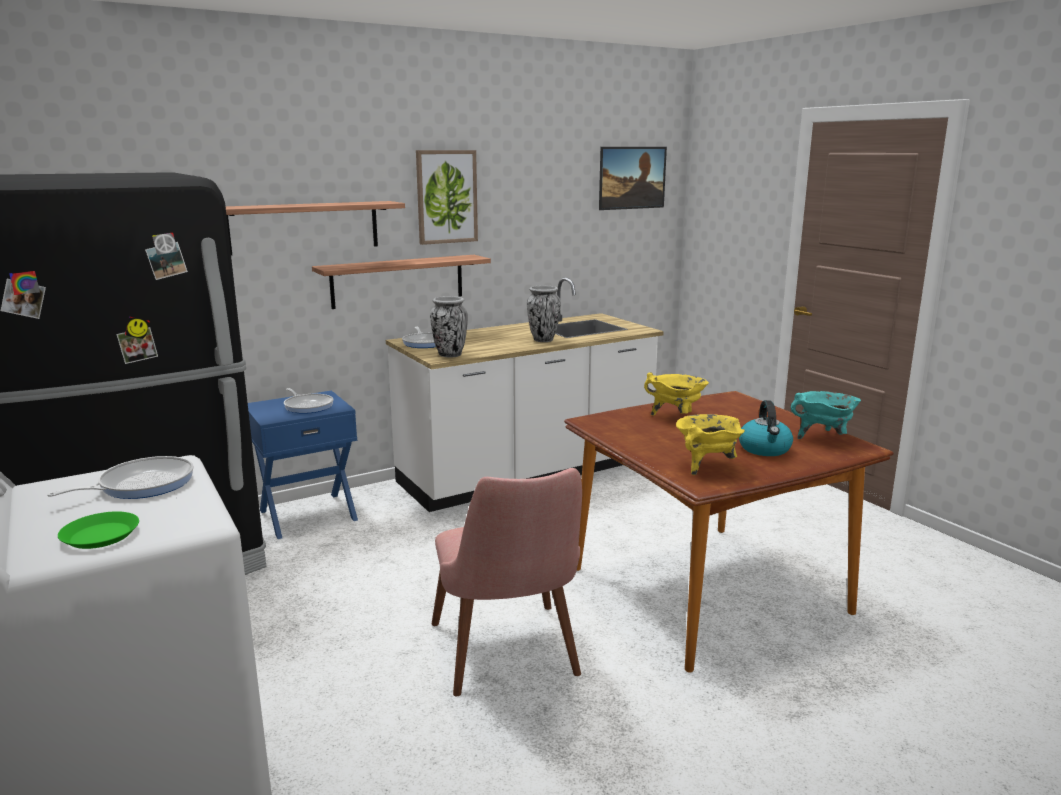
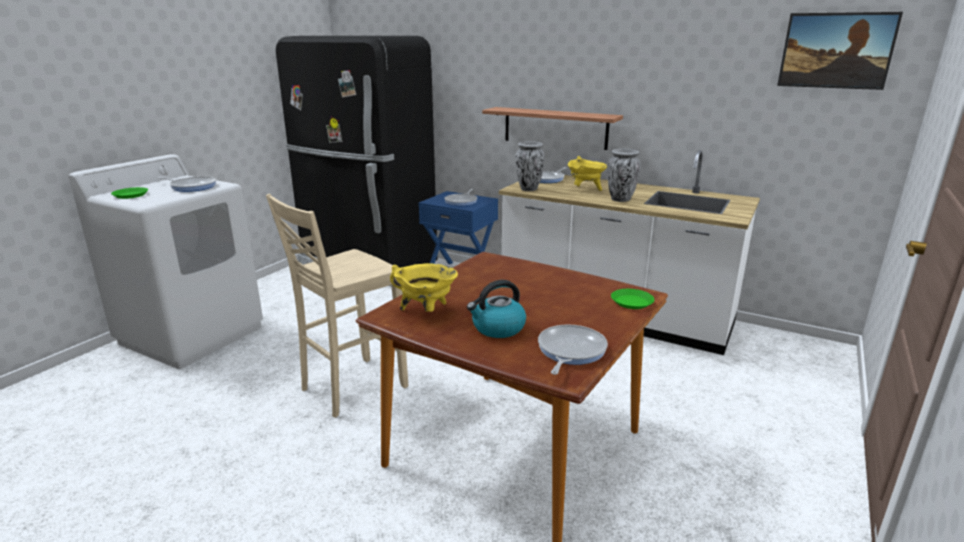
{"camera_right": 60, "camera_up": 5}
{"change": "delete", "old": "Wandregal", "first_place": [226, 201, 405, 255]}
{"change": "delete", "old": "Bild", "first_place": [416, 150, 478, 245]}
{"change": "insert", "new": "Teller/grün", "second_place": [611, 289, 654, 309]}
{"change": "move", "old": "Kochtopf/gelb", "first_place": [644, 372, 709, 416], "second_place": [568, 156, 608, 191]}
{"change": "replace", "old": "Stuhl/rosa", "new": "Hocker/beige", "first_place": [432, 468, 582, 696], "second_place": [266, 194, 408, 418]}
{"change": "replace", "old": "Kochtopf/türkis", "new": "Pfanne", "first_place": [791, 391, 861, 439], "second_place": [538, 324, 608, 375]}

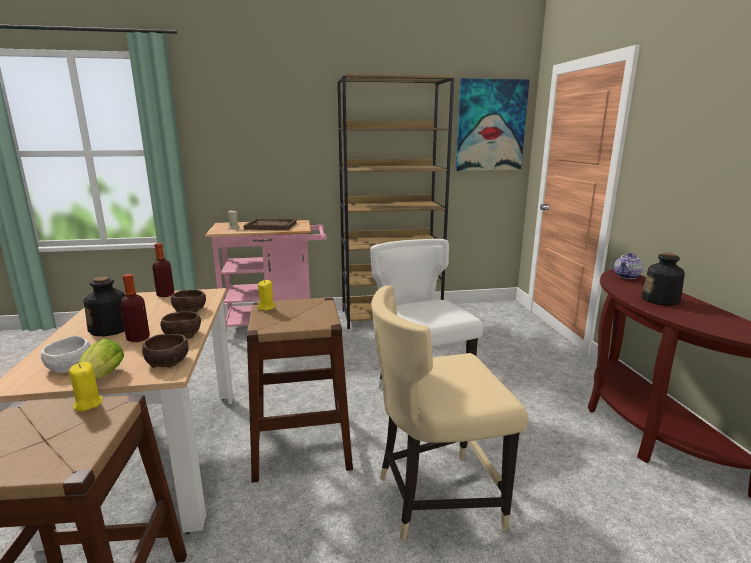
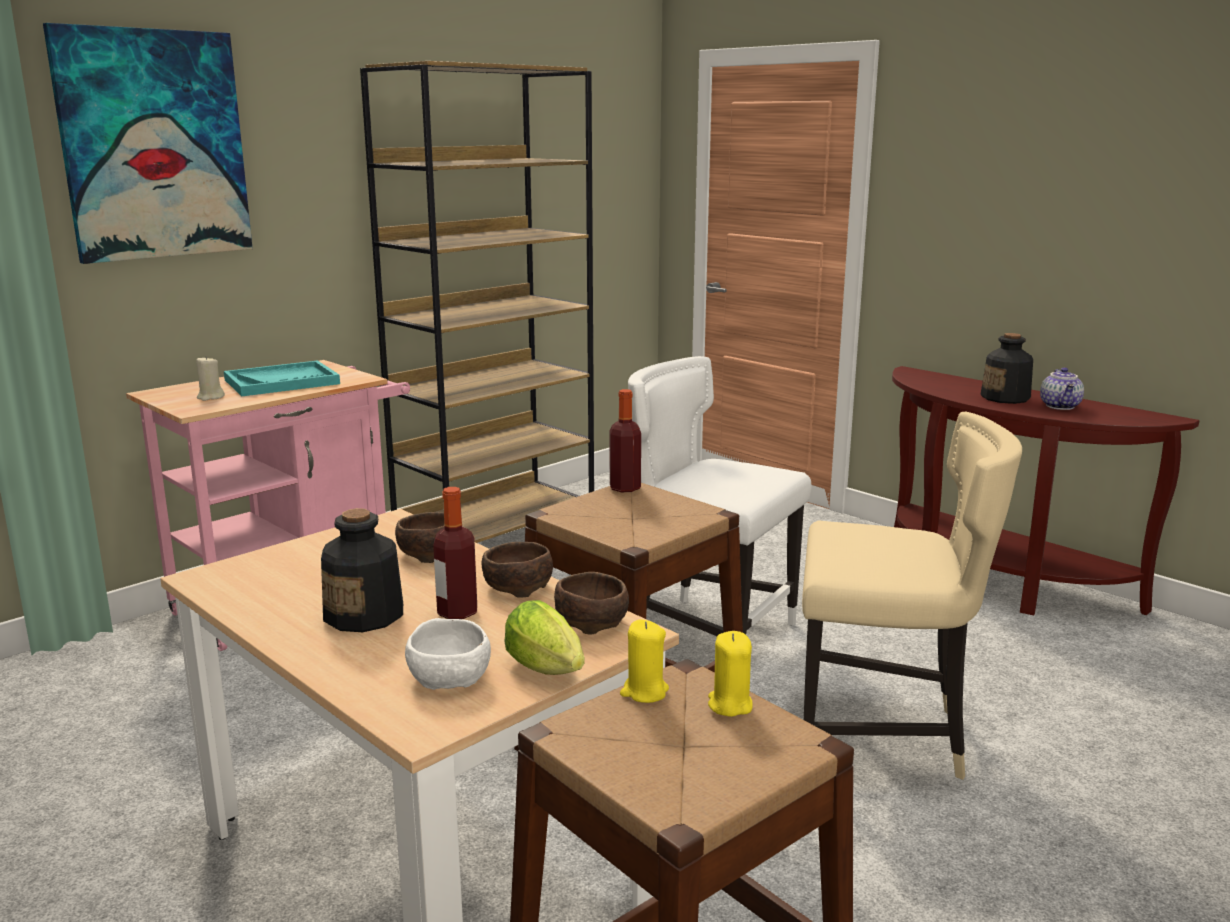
{"camera_right": -35, "camera_up": 0}
{"change": "move", "old": "Flasche", "first_place": [152, 243, 175, 297], "second_place": [610, 389, 641, 492]}
{"change": "move", "old": "Kerze/gelb", "first_place": [257, 280, 275, 311], "second_place": [708, 631, 753, 717]}
{"change": "move", "old": "Bild", "first_place": [456, 78, 530, 171], "second_place": [43, 23, 253, 264]}
{"change": "move", "old": "Teekanne", "first_place": [614, 253, 643, 279], "second_place": [1040, 367, 1084, 410]}
{"change": "recolor", "old": "Tablett/braun", "new": "Tablett/türkis", "first_place": [244, 219, 297, 230], "second_place": [224, 360, 340, 396]}
{"change": "rotate", "old": "Stuhl/beige", "first_place": [371, 286, 528, 540], "second_place": [802, 412, 1022, 780], "degrees": -120}

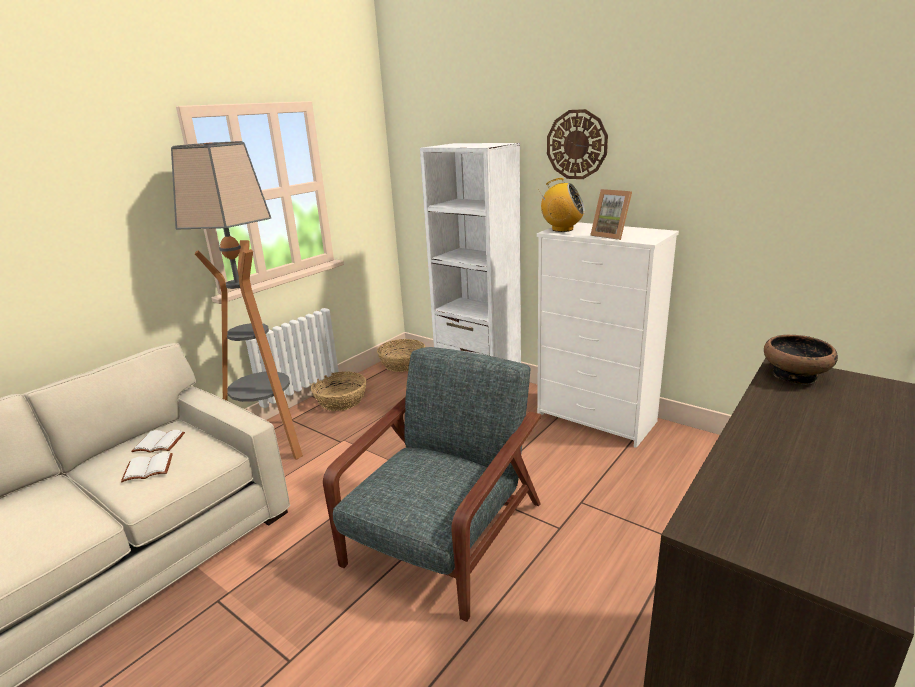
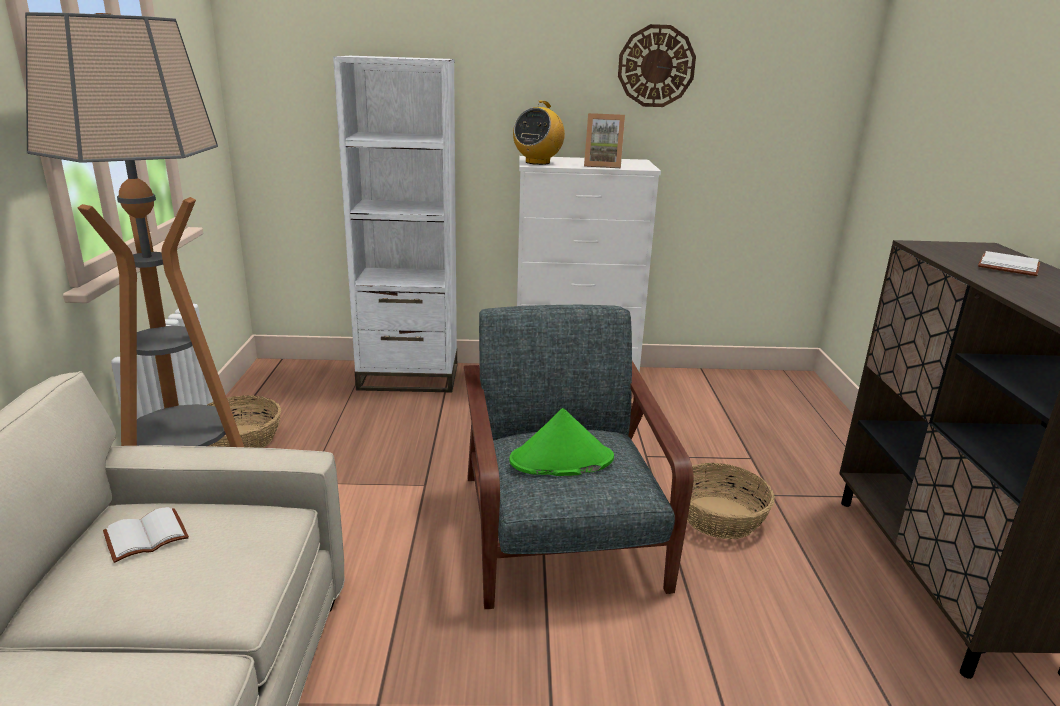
{"camera_right": -40, "camera_up": 0}
{"change": "delete", "old": "Schüssel", "first_place": [764, 335, 838, 385]}
{"change": "insert", "new": "Hut/grün", "second_place": [509, 408, 614, 476]}
{"change": "move", "old": "Buch/weiß", "first_place": [121, 452, 173, 482], "second_place": [978, 251, 1040, 276]}
{"change": "move", "old": "Korb", "first_place": [377, 339, 425, 372], "second_place": [687, 463, 775, 539]}
{"change": "move", "old": "Wanduhr", "first_place": [547, 109, 608, 179], "second_place": [618, 24, 696, 107]}
{"change": "rotate", "old": "Radio", "first_place": [539, 178, 585, 232], "second_place": [513, 101, 565, 165], "degrees": 135}

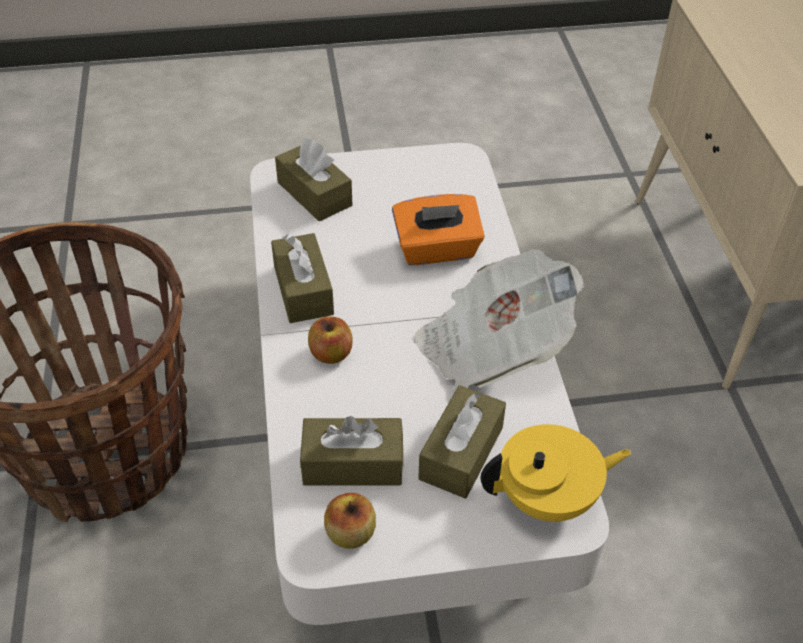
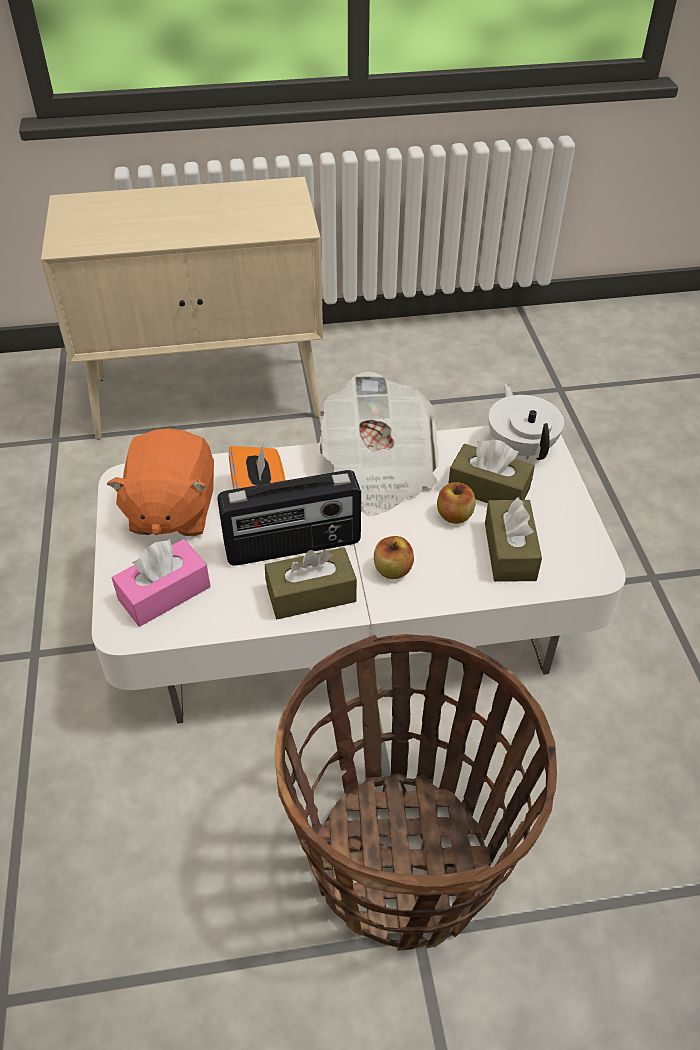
{"camera_right": -90, "camera_up": 0}
{"change": "insert", "new": "Plüschtier/orange", "second_place": [107, 428, 214, 536]}
{"change": "insert", "new": "Radio", "second_place": [217, 470, 361, 566]}
{"change": "move", "old": "Apfel", "first_place": [324, 493, 376, 549], "second_place": [437, 482, 476, 524]}
{"change": "recolor", "old": "Taschentuchbox/braun", "new": "Taschentuchbox/rosa", "first_place": [275, 138, 352, 222], "second_place": [112, 539, 211, 627]}
{"change": "recolor", "old": "Teekanne/gelb", "new": "Teekanne/weiß", "first_place": [480, 424, 632, 522], "second_place": [488, 383, 564, 460]}

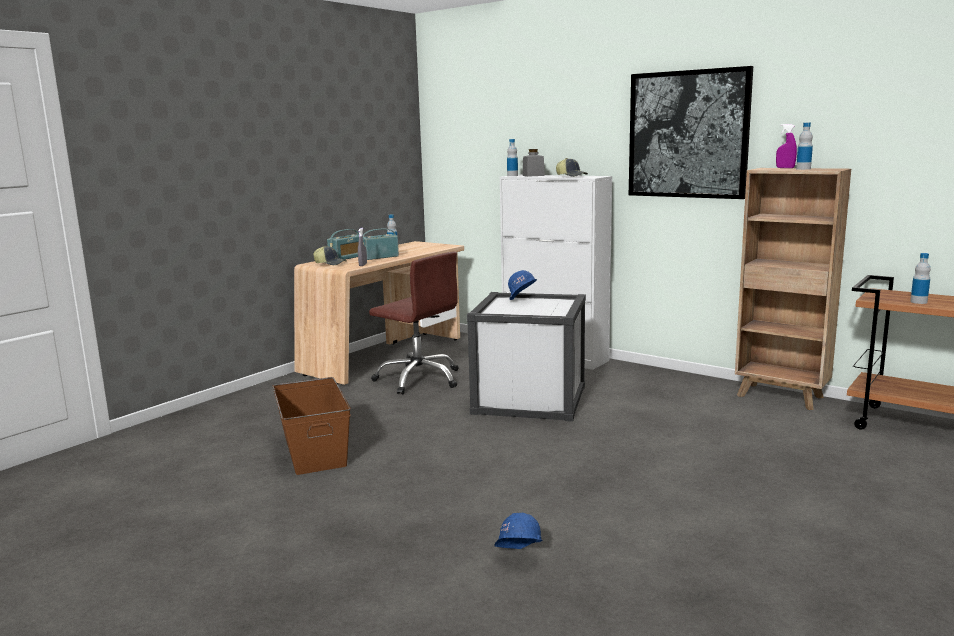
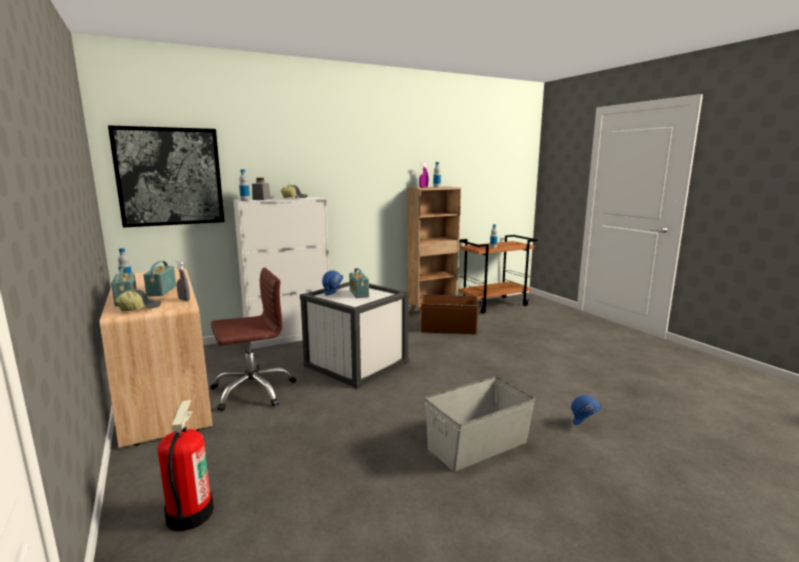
{"camera_right": -65, "camera_up": 0}
{"change": "insert", "new": "Feuerlöscher", "second_place": [158, 400, 214, 531]}
{"change": "insert", "new": "Radio", "second_place": [349, 268, 369, 298]}
{"change": "insert", "new": "Aufbewahrungsbox/grau", "second_place": [425, 377, 535, 472]}
{"change": "move", "old": "Aufbewahrungsbox/braun", "first_place": [272, 377, 351, 475], "second_place": [421, 294, 479, 334]}
{"change": "move", "old": "Bild", "first_place": [629, 66, 753, 199], "second_place": [108, 125, 225, 228]}

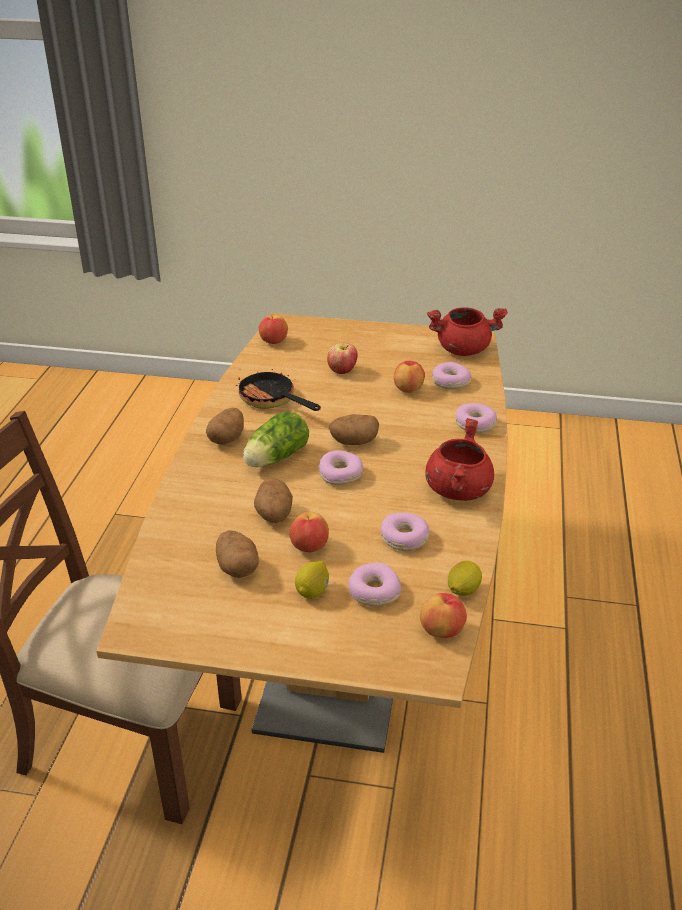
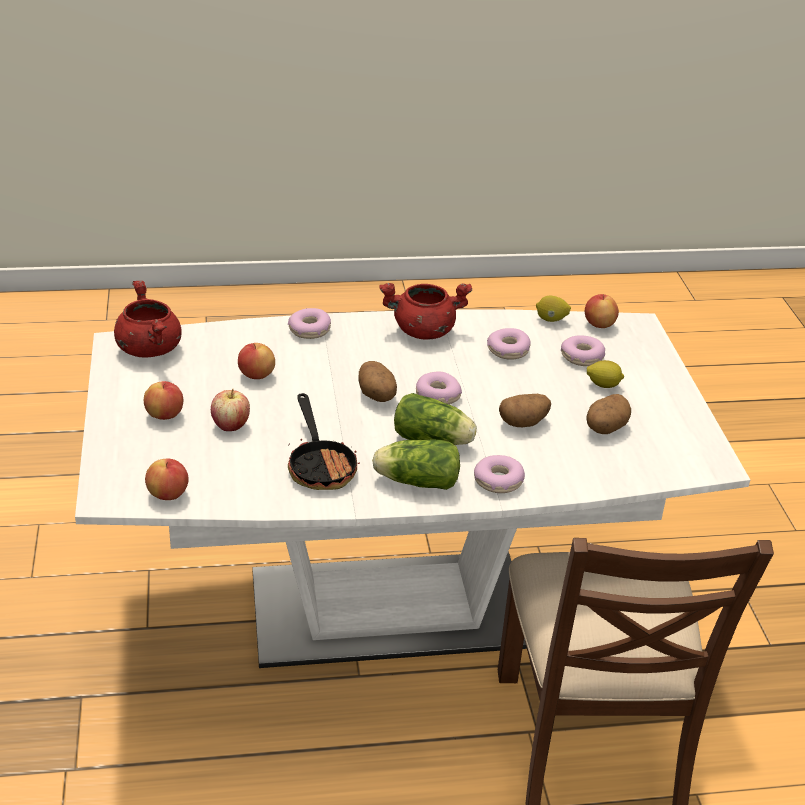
{"camera_right": -110, "camera_up": 0}
{"change": "move", "old": "Apfel", "first_place": [289, 512, 329, 552], "second_place": [144, 381, 183, 420]}
{"change": "move", "old": "Donut", "first_place": [432, 362, 472, 389], "second_place": [474, 455, 525, 493]}
{"change": "replace", "old": "Kartoffel", "new": "Salatkopf", "first_place": [206, 408, 244, 445], "second_place": [372, 439, 460, 490]}
{"change": "recolor", "old": "Esstisch/braun", "new": "Esstisch/weiß", "first_place": [96, 313, 508, 753], "second_place": [75, 310, 750, 668]}
{"change": "rotate", "old": "Pfanne", "first_place": [236, 369, 321, 411], "second_place": [288, 393, 360, 490], "degrees": -45}

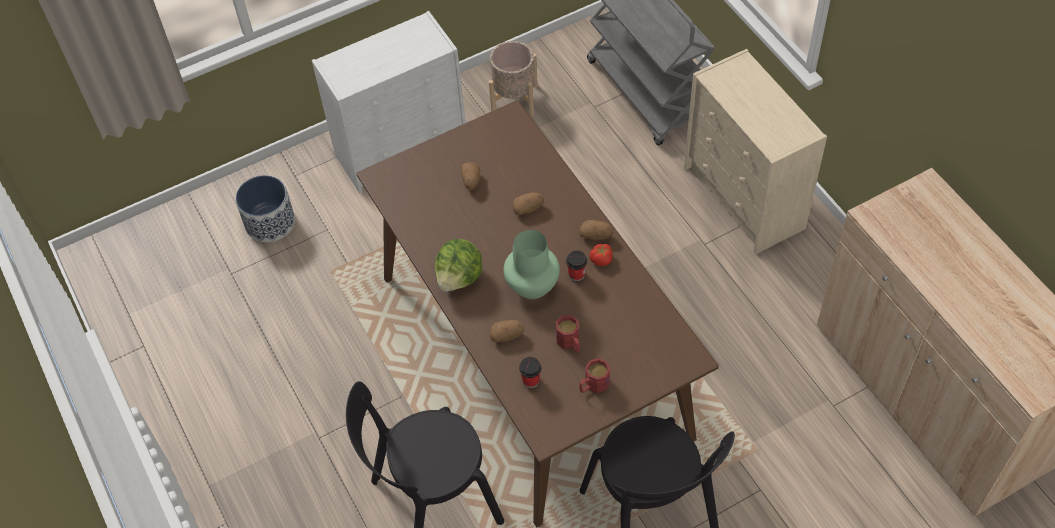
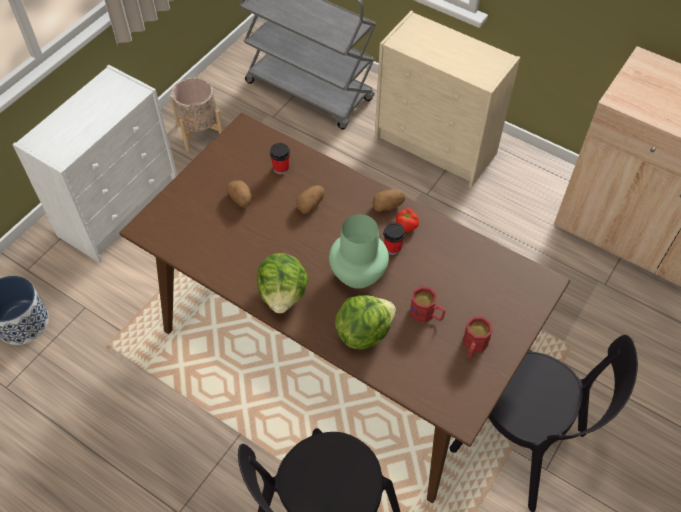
{"camera_right": -30, "camera_up": 0}
{"change": "move", "old": "Tasse", "first_place": [519, 357, 541, 388], "second_place": [270, 143, 290, 174]}
{"change": "replace", "old": "Kartoffel", "new": "Salatkopf", "first_place": [490, 320, 524, 342], "second_place": [335, 295, 396, 350]}

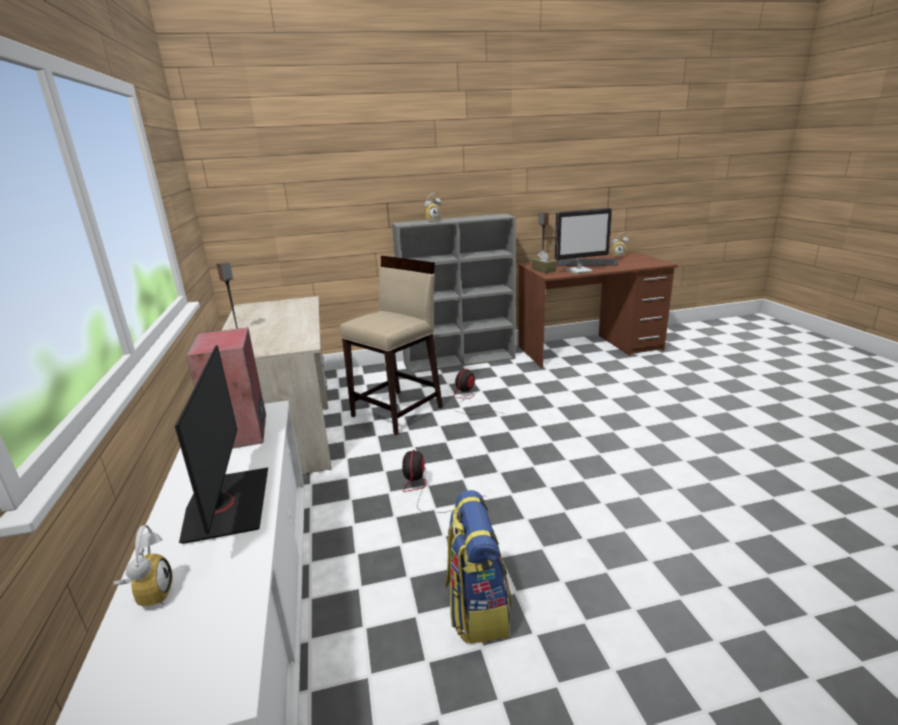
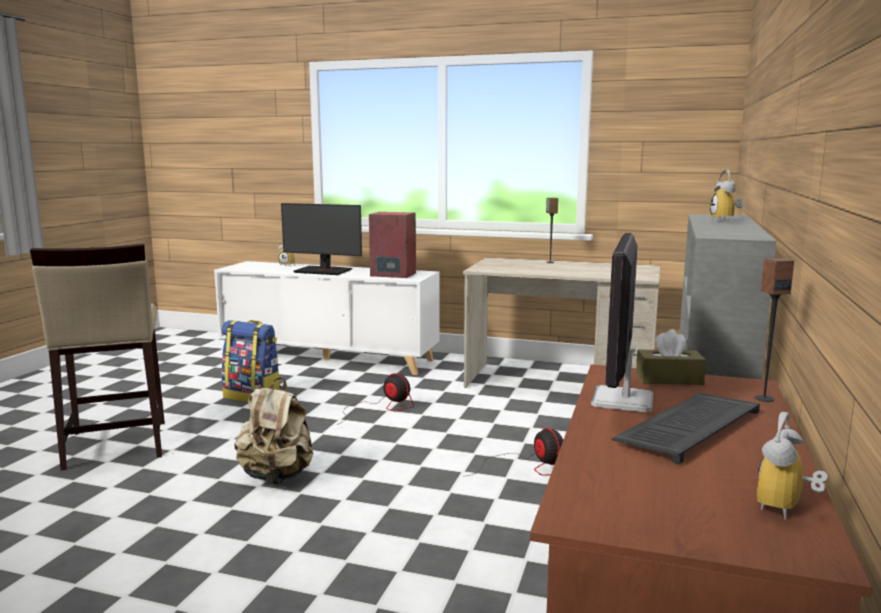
{"camera_right": 120, "camera_up": -10}
{"change": "insert", "new": "Rucksack/beige", "second_place": [235, 377, 313, 485]}
{"change": "move", "old": "Hocker/beige", "first_place": [340, 256, 443, 435], "second_place": [30, 244, 165, 470]}

